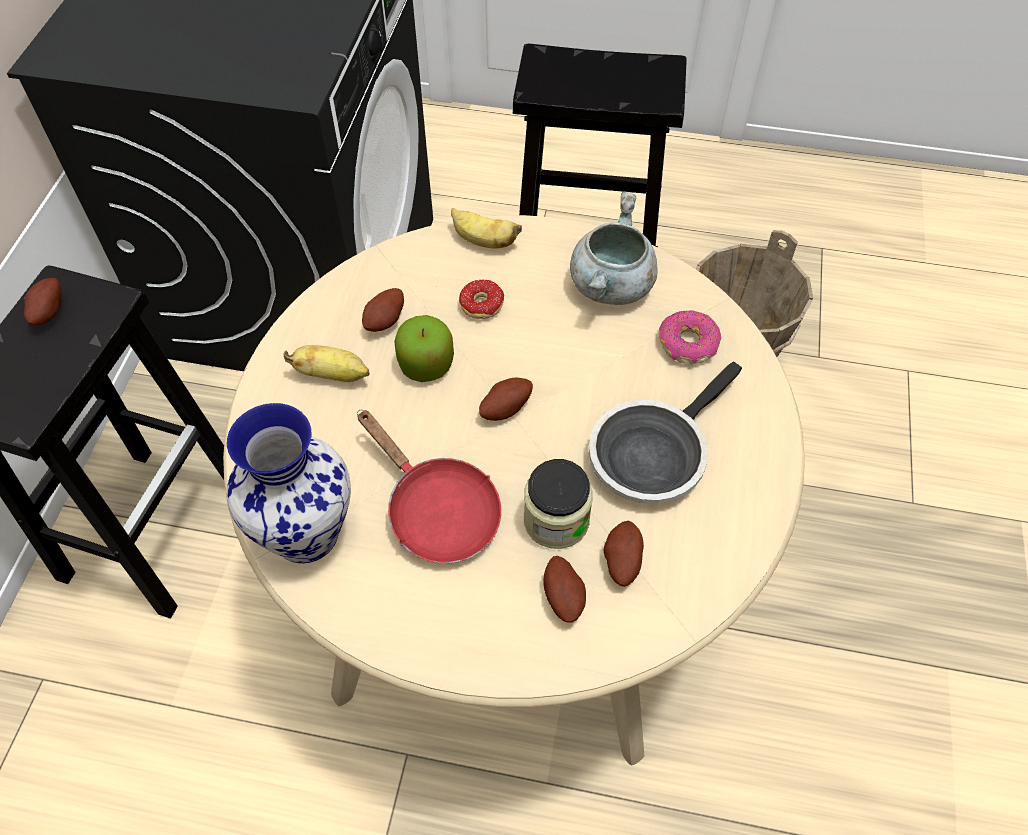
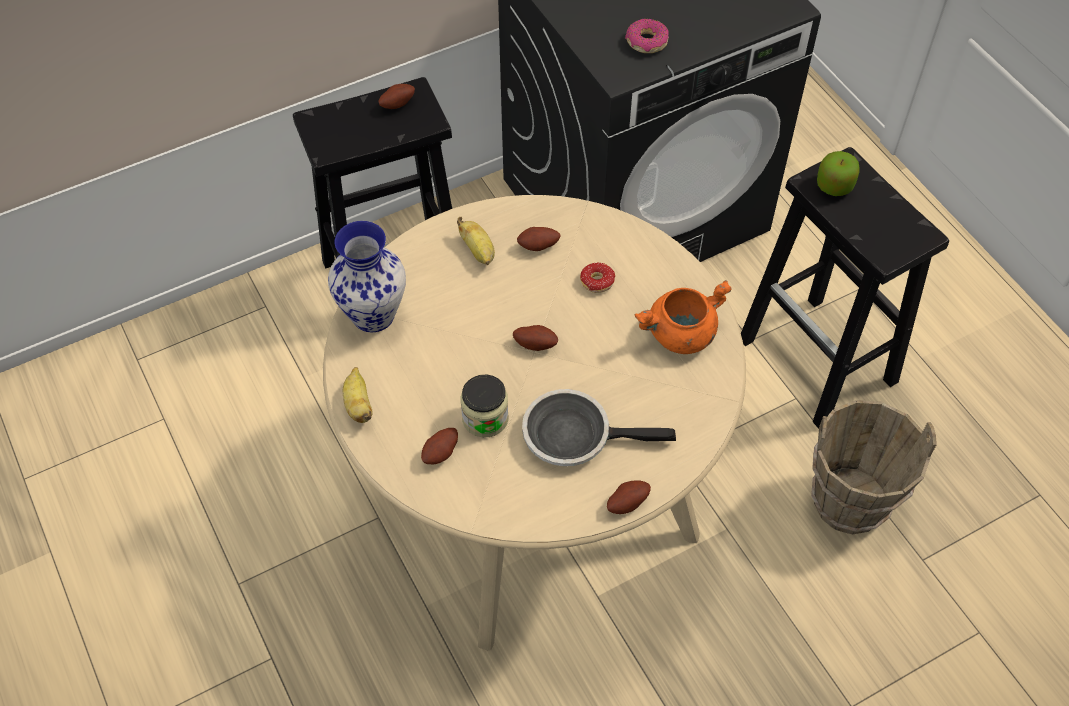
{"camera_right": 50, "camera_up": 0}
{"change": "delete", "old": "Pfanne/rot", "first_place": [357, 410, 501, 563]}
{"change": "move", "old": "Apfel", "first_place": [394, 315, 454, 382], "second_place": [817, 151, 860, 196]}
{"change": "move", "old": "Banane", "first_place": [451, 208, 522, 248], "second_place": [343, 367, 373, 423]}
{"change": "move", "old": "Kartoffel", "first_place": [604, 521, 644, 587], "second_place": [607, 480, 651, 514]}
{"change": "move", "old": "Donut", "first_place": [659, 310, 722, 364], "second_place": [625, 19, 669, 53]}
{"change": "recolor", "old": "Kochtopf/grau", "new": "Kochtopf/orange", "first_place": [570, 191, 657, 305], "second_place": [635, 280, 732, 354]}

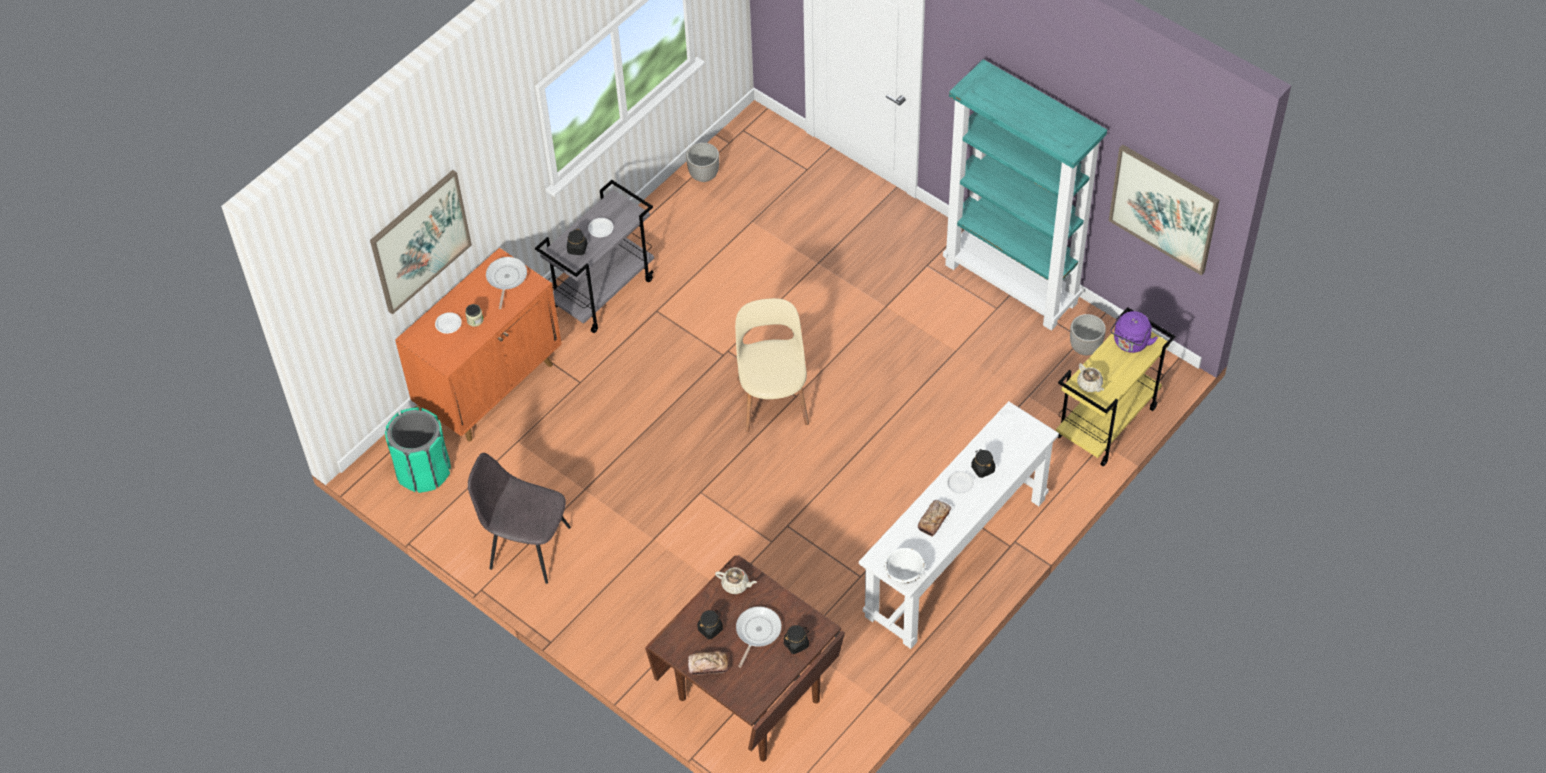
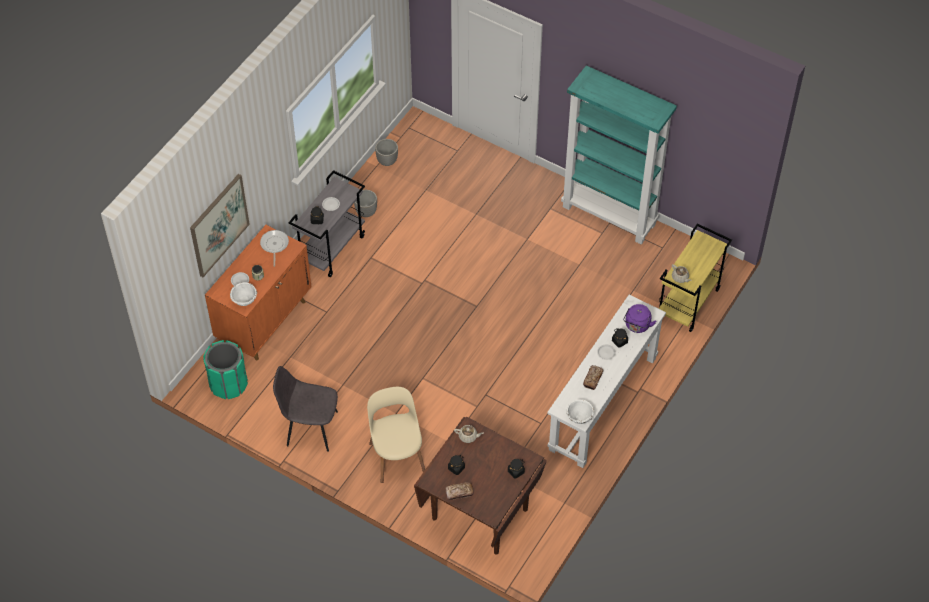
{"camera_right": -10, "camera_up": 0}
{"change": "delete", "old": "Pfanne", "first_place": [736, 606, 782, 668]}
{"change": "delete", "old": "Bild", "first_place": [1109, 144, 1219, 275]}
{"change": "insert", "new": "Schüssel/weiß", "second_place": [230, 282, 257, 306]}
{"change": "move", "old": "Stuhl/beige", "first_place": [735, 298, 809, 432], "second_place": [367, 387, 425, 483]}
{"change": "move", "old": "Pflanzkübel", "first_place": [1070, 314, 1106, 355], "second_place": [354, 190, 377, 217]}
{"change": "move", "old": "Wasserkessel/lila", "first_place": [1110, 311, 1158, 353], "second_place": [623, 304, 656, 333]}

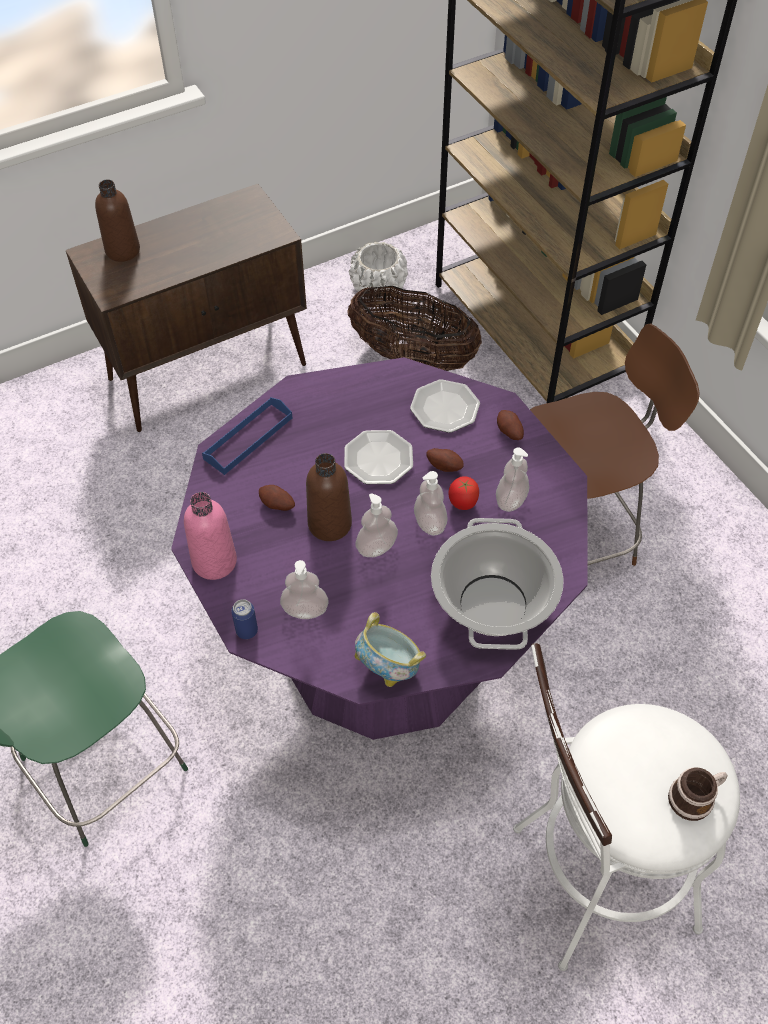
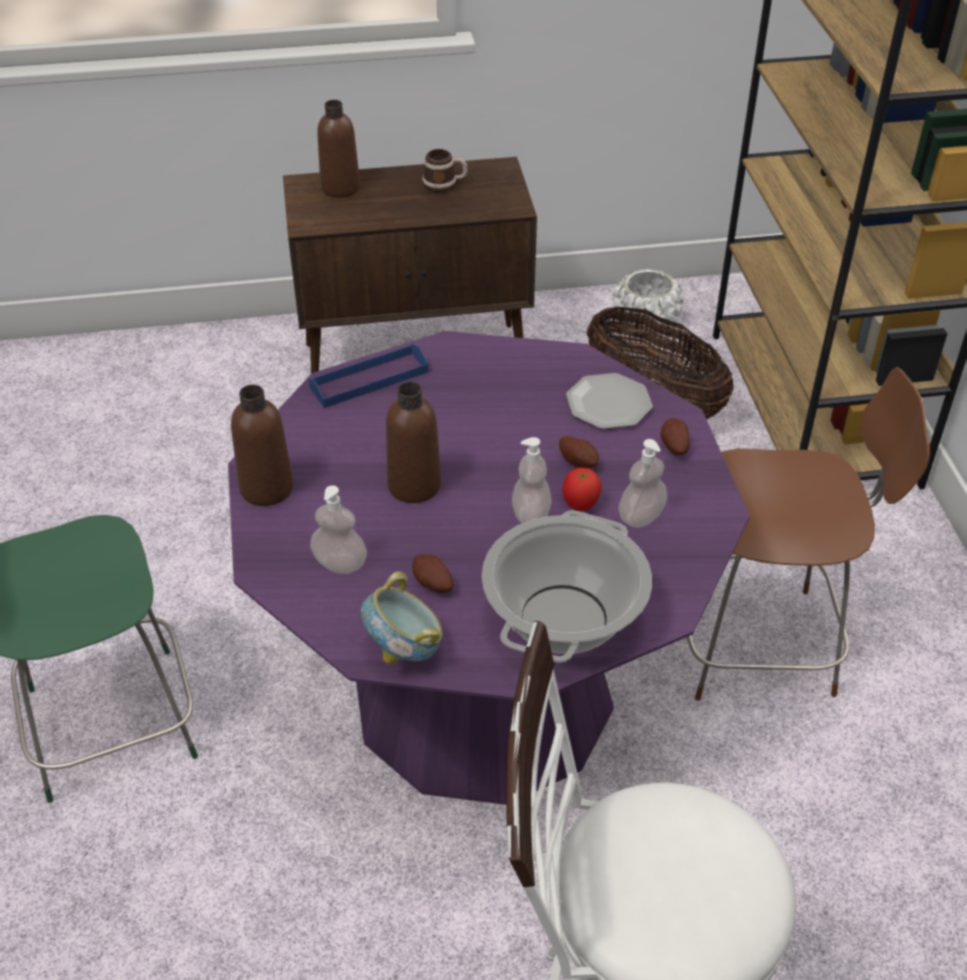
{"camera_right": 20, "camera_up": -10}
{"change": "delete", "old": "Dose", "first_place": [231, 599, 258, 639]}
{"change": "delete", "old": "Teller", "first_place": [344, 430, 413, 484]}
{"change": "delete", "old": "Seifenspender", "first_place": [355, 493, 398, 557]}
{"change": "move", "old": "Kartoffel", "first_place": [259, 485, 295, 511], "second_place": [412, 554, 453, 593]}
{"change": "move", "old": "Henkelbecher", "first_place": [668, 767, 728, 821], "second_place": [422, 149, 468, 193]}
{"change": "recolor", "old": "Flasche/rosa", "new": "Flasche/braun", "first_place": [184, 492, 237, 580], "second_place": [231, 385, 294, 506]}

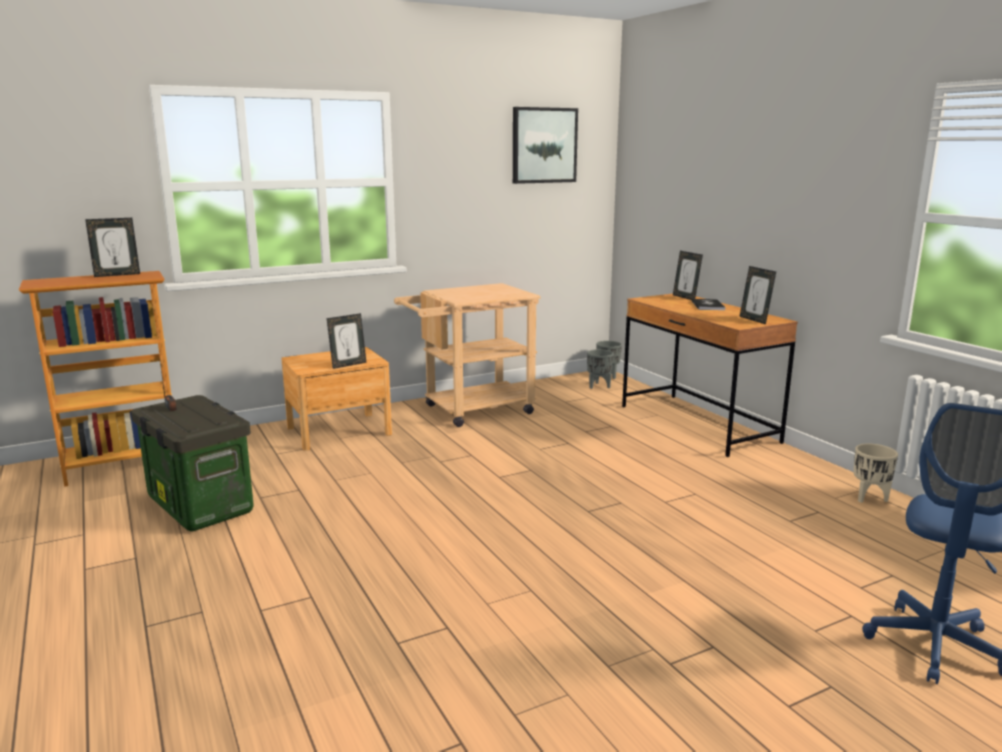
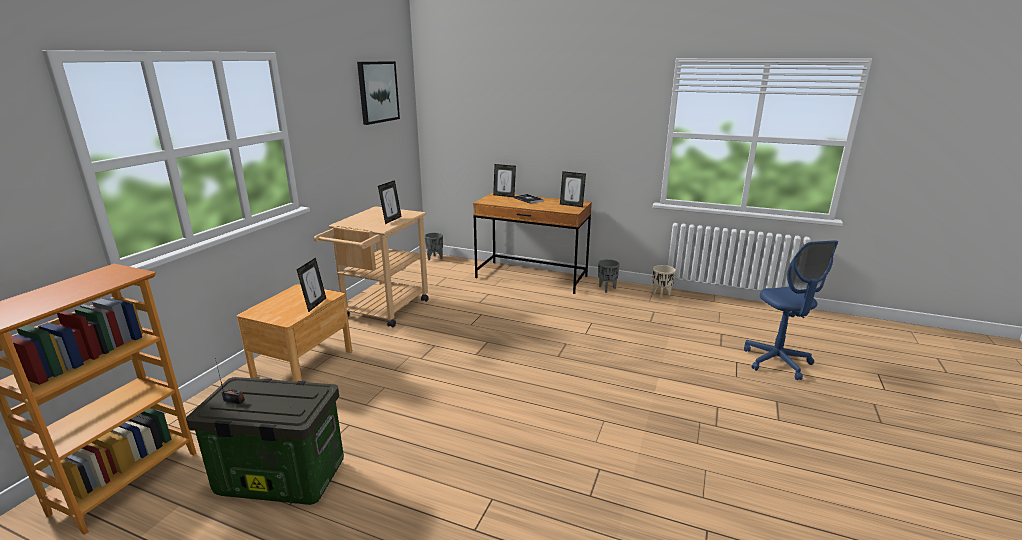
{"camera_right": -40, "camera_up": 5}
{"change": "move", "old": "Bilderrahmen", "first_place": [85, 218, 140, 277], "second_place": [378, 180, 402, 224]}
{"change": "move", "old": "Pflanzkübel/grau", "first_place": [587, 349, 614, 389], "second_place": [598, 259, 620, 293]}

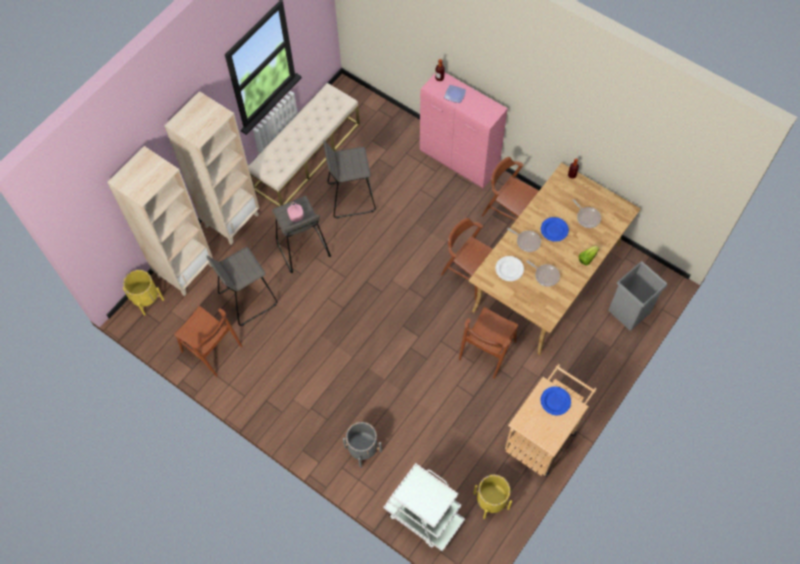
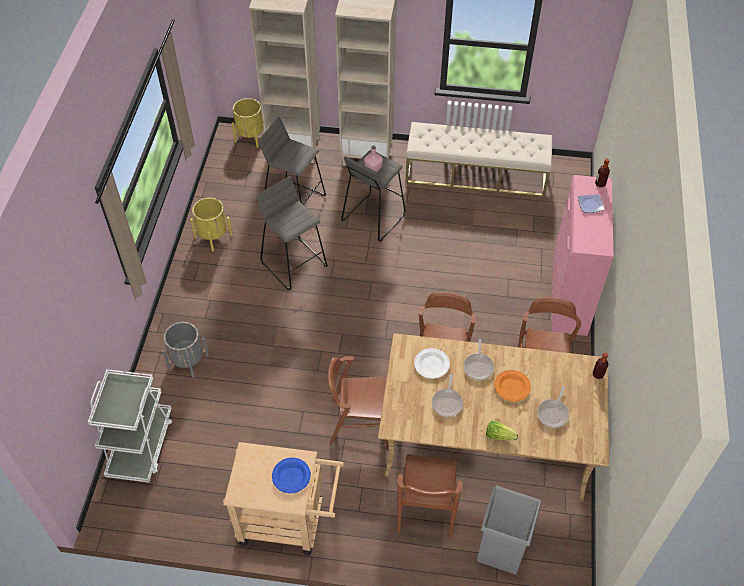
{"camera_right": 60, "camera_up": -10}
{"change": "move", "old": "Stuhl/braun", "first_place": [174, 306, 242, 377], "second_place": [397, 454, 462, 539]}
{"change": "move", "old": "Hocker/grau", "first_place": [323, 140, 376, 219], "second_place": [256, 176, 327, 290]}
{"change": "move", "old": "Pflanzkübel/gelb", "first_place": [473, 475, 512, 519], "second_place": [190, 197, 233, 251]}
{"change": "recolor", "old": "Teller/blau", "new": "Teller/orange", "first_place": [541, 217, 569, 242], "second_place": [494, 370, 531, 401]}

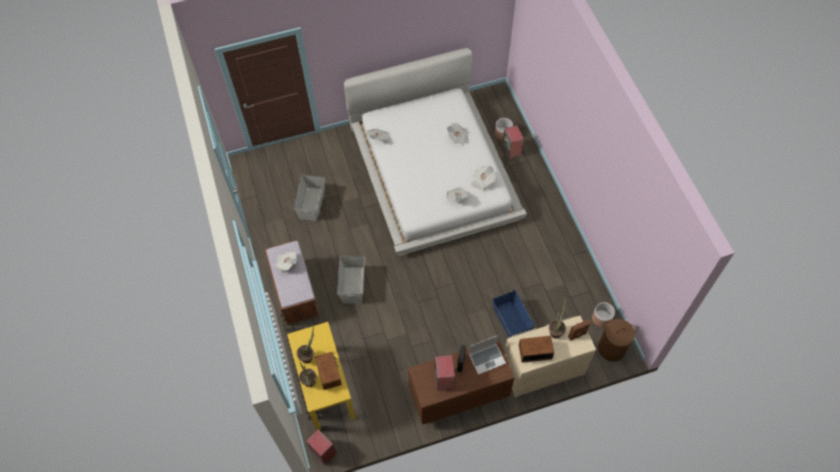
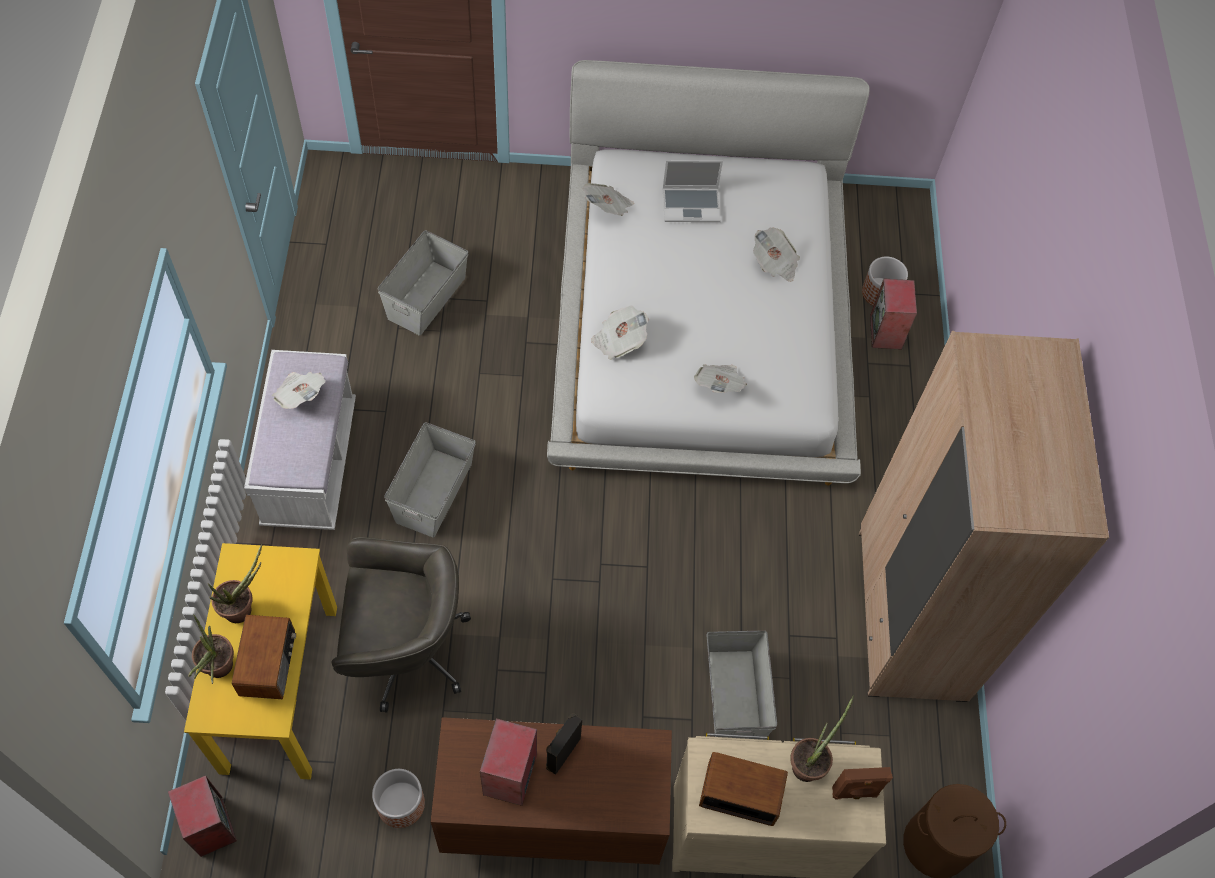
{"camera_right": 15, "camera_up": 0}
{"change": "insert", "new": "Bürostuhl/grau", "second_place": [331, 537, 471, 713]}
{"change": "insert", "new": "Kleiderschrank/beige", "second_place": [859, 331, 1109, 702]}
{"change": "move", "old": "Laptop", "first_place": [469, 335, 506, 375], "second_place": [663, 160, 723, 222]}
{"change": "move", "old": "Zeitung", "first_place": [471, 165, 496, 191], "second_place": [591, 306, 649, 360]}
{"change": "move", "old": "Pflanzkübel", "first_place": [592, 302, 615, 327], "second_place": [372, 769, 425, 828]}
{"change": "recolor", "old": "Bank/braun", "new": "Bank/weiß", "first_place": [264, 240, 319, 325], "second_place": [244, 350, 356, 530]}
{"change": "recolor", "old": "Aufbewahrungsbox/blau", "new": "Aufbewahrungsbox/grau", "first_place": [492, 290, 535, 337], "second_place": [707, 630, 777, 740]}

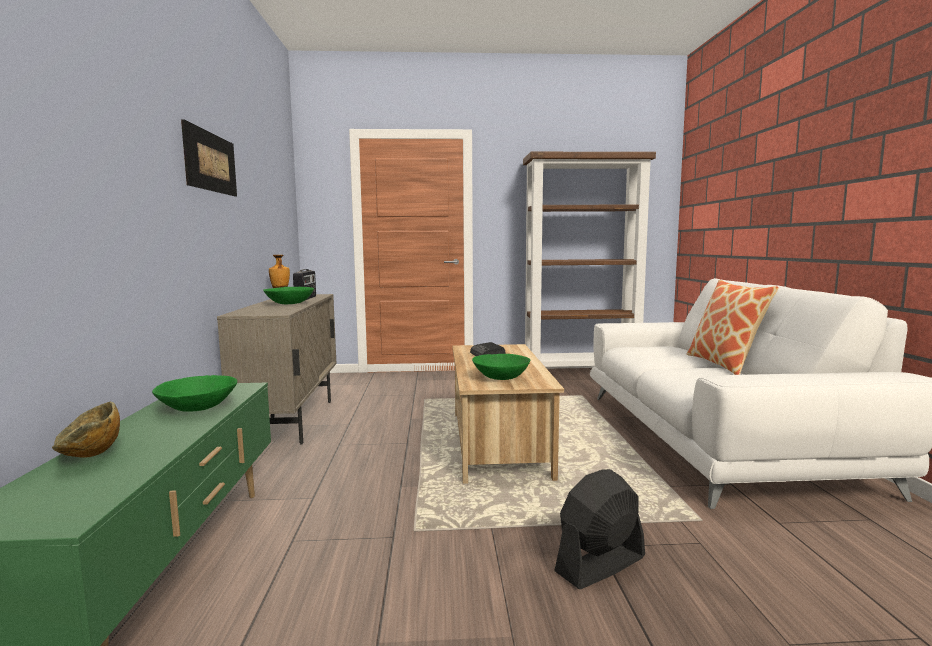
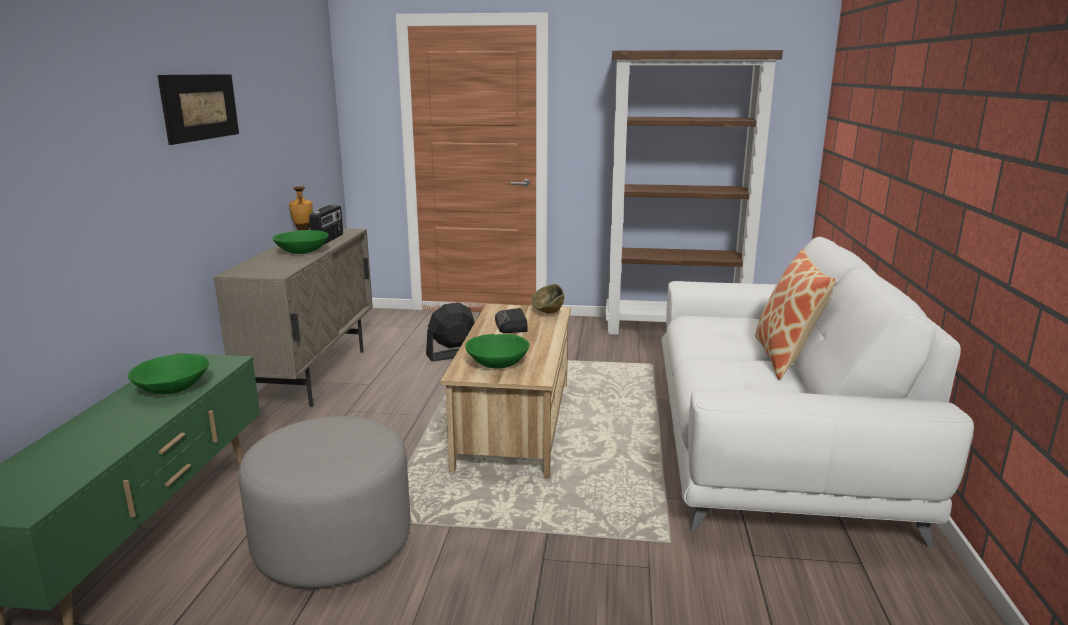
{"camera_right": 10, "camera_up": 10}
{"change": "insert", "new": "Polsterhocker/grau", "second_place": [238, 416, 411, 588]}
{"change": "move", "old": "Schüssel", "first_place": [52, 402, 120, 458], "second_place": [531, 284, 564, 314]}
{"change": "move", "old": "Ventilator/schwarz", "first_place": [554, 469, 645, 589], "second_place": [426, 303, 476, 361]}

